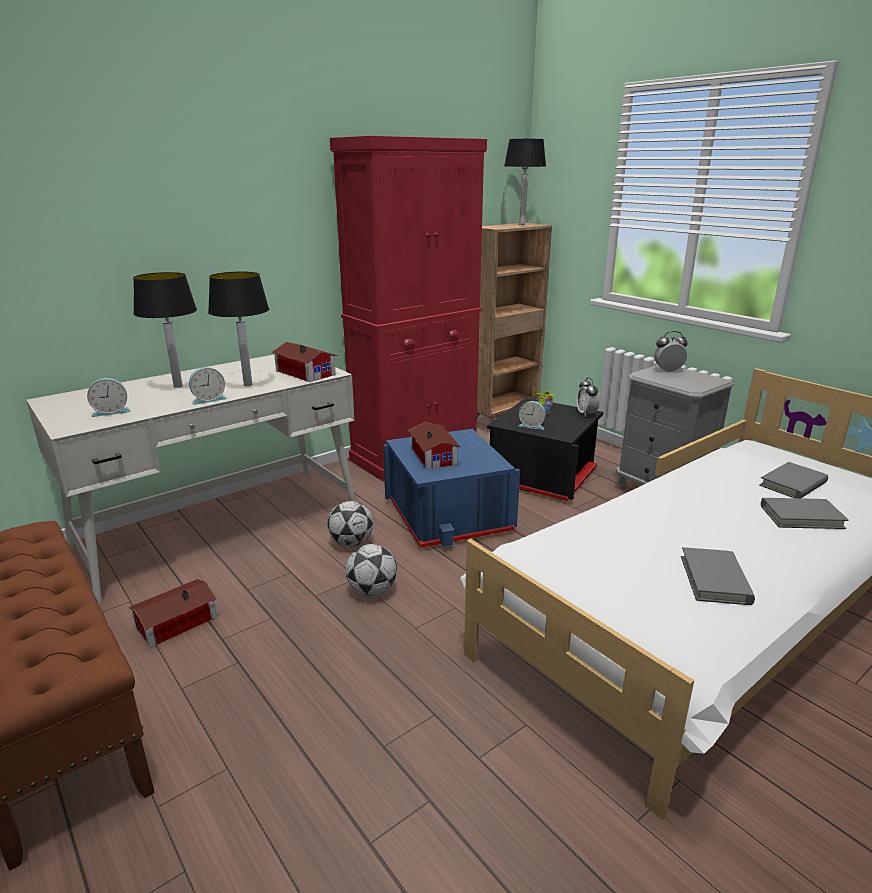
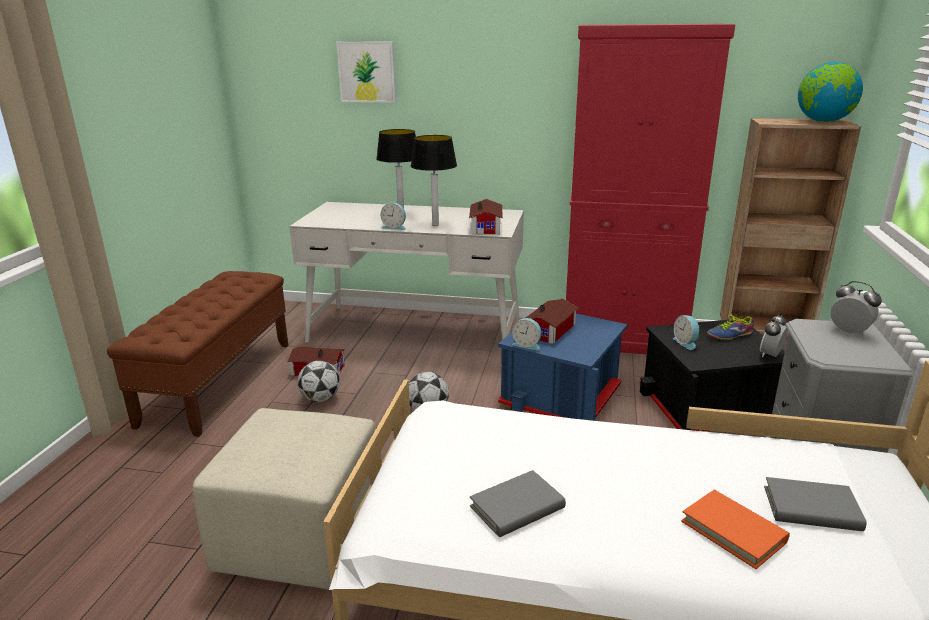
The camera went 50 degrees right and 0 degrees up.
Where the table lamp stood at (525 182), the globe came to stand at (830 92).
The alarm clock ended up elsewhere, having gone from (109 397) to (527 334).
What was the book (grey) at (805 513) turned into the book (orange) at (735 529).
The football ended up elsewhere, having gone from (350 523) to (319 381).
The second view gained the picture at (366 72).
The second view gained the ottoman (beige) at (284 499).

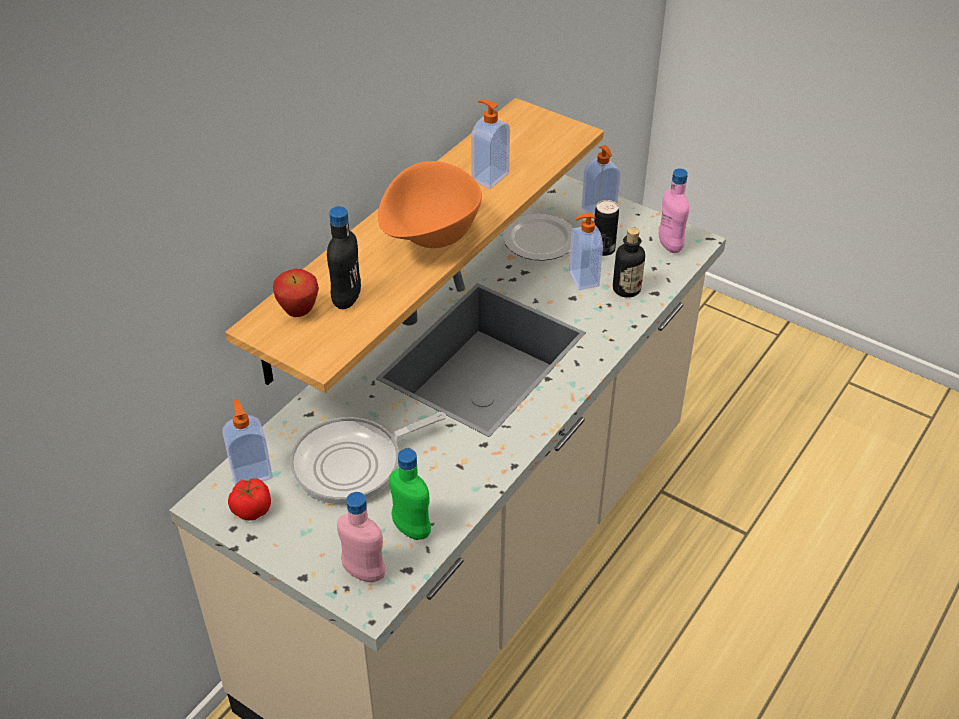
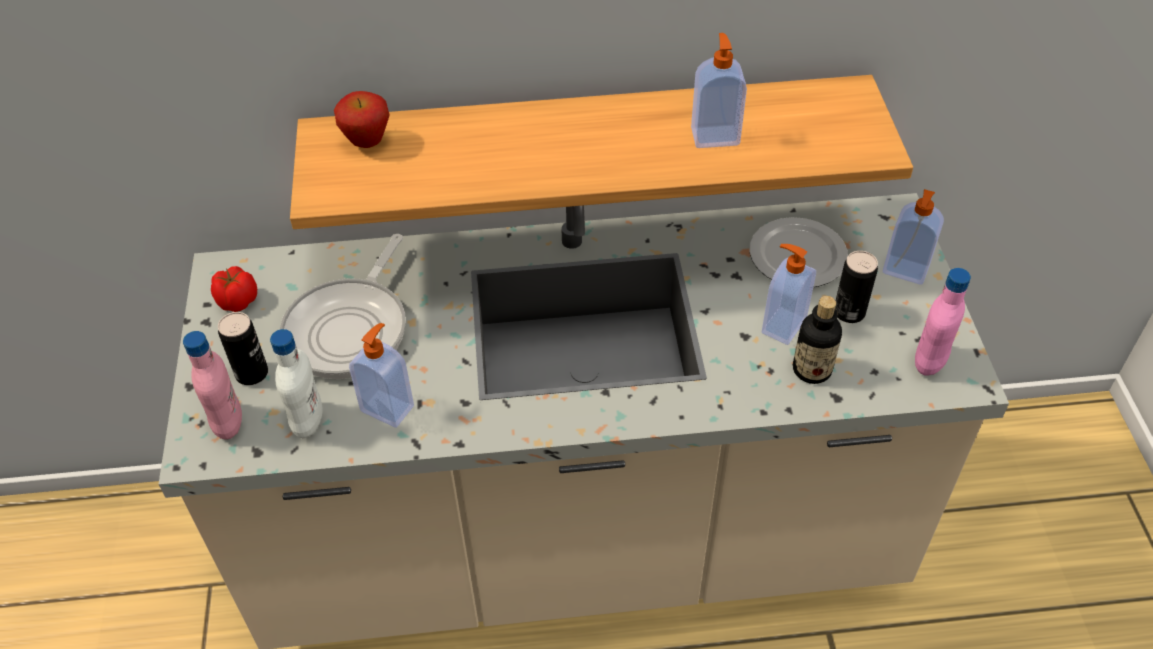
The camera went 50 degrees right and 5 degrees up.
The second view lost the bowl (orange) at (430 204).
The second view lost the bottle (black) at (344 257).
The soap dispenser ended up elsewhere, having gone from (247 442) to (381 375).
The frying pan at (368 458) ended up facing another way, 90 degrees counterclockwise from before.
What was the bottle (green) at (410 494) turned into the bottle (white) at (296 383).
The second view gained the can at (243 348).

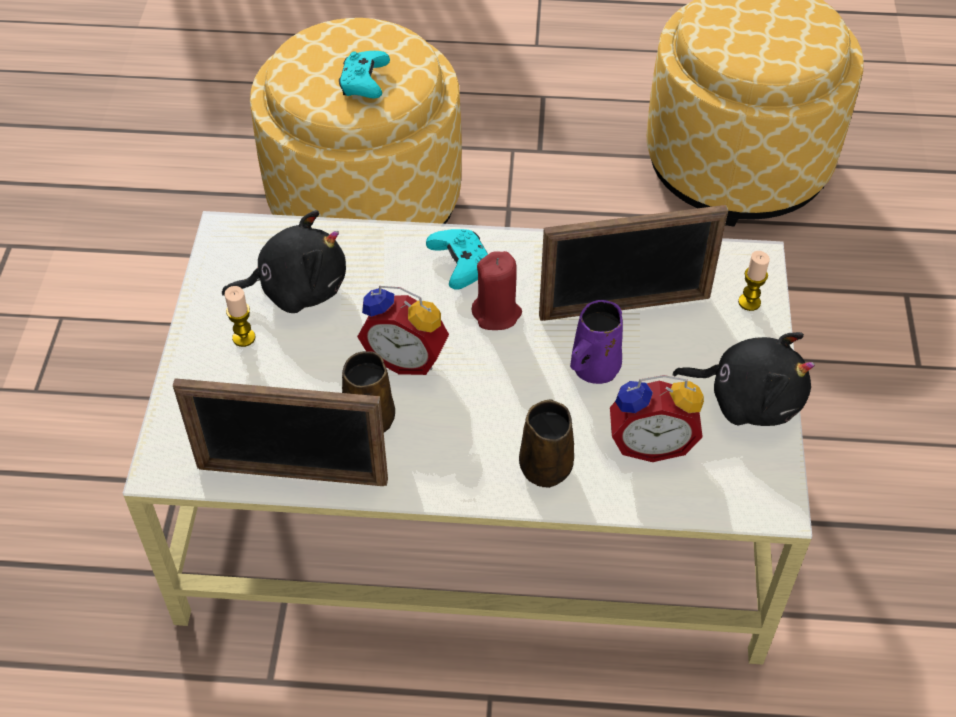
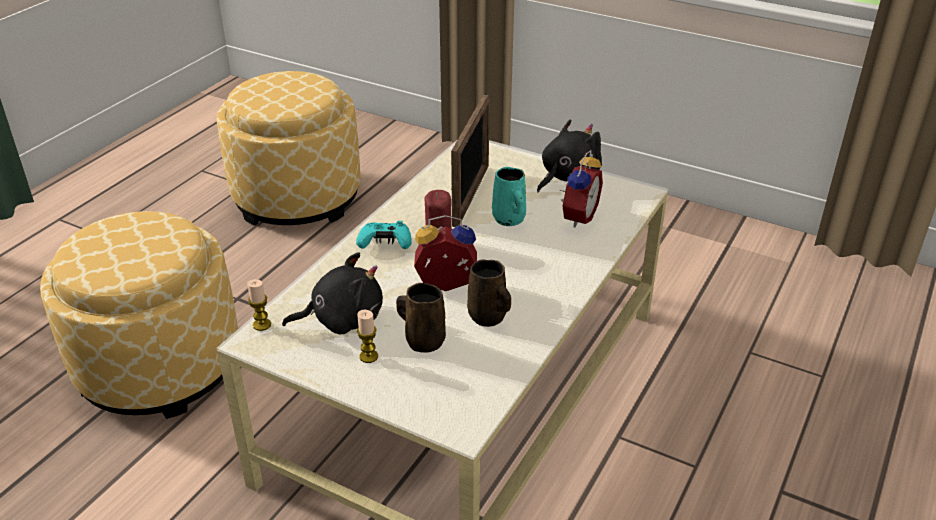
The camera went 65 degrees left and 15 degrees down.
The second view lost the game controller (turquoise) at (364 75).
The plush toy (black) at (284 261) ended up facing another way, 60 degrees clockwise from before.
The candle ended up elsewhere, having gone from (754 281) to (259 305).
The alarm clock at (403 330) ended up facing another way, 135 degrees counterclockwise from before.
What was the mug (purple) at (596 342) turned into the mug (turquoise) at (509 196).
The second view lost the picture frame at (280 432).
The mug (brown) ended up elsewhere, having gone from (546 444) to (421 318).

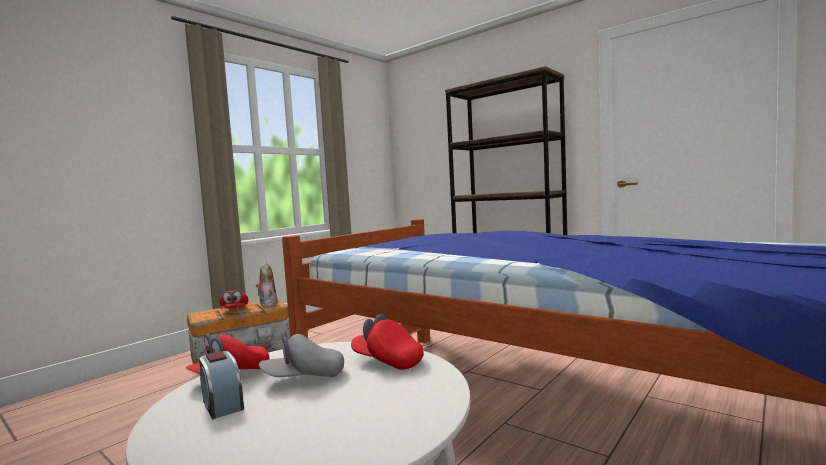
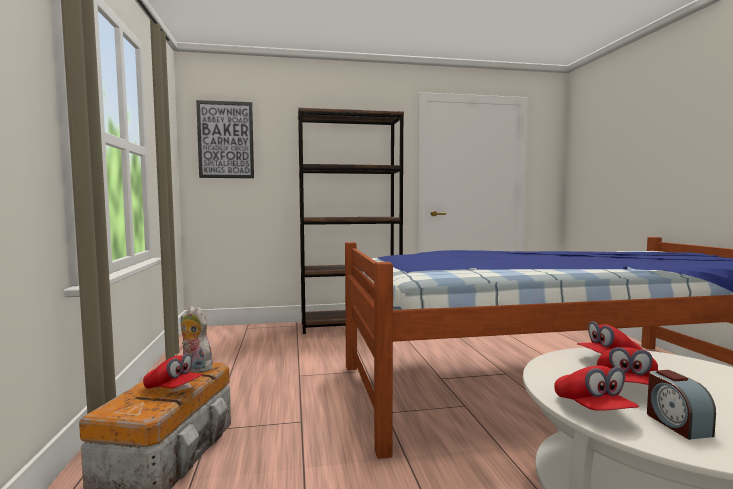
The camera went 50 degrees left and 0 degrees up.
What was the cap (grey) at (301 354) turned into the cap (red) at (627 366).
The alarm clock at (221 385) ended up facing another way, 75 degrees clockwise from before.
The second view gained the picture at (225 139).

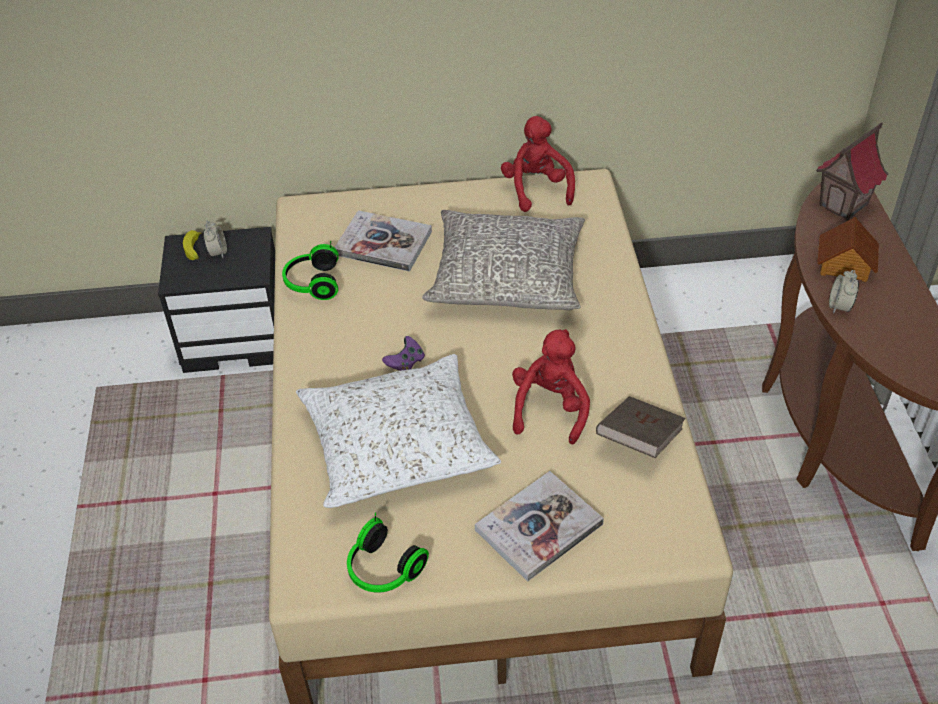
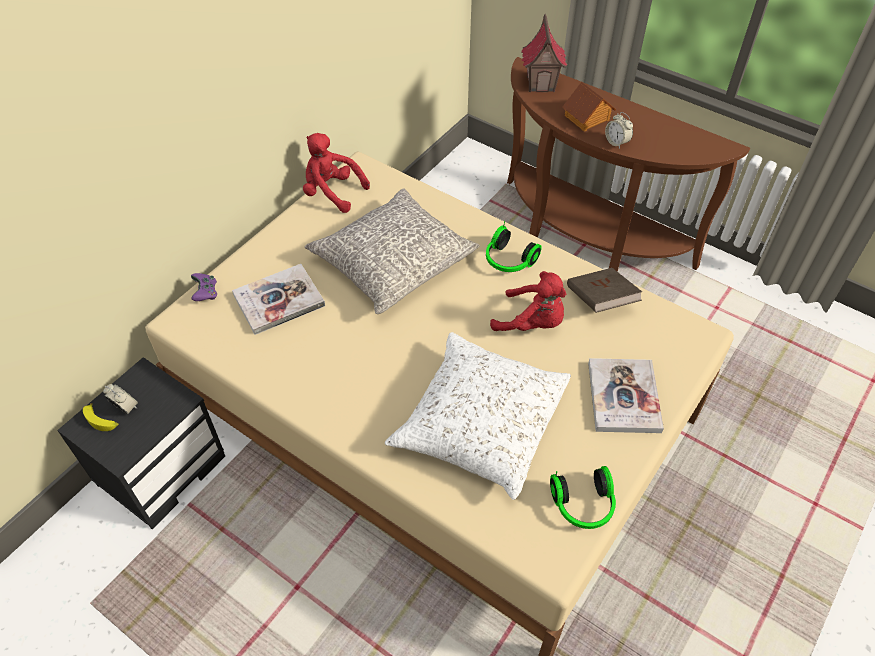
The camera went 50 degrees left and 5 degrees up.
The headphones ended up elsewhere, having gone from (310 270) to (514 246).
The plush toy (red) at (551 387) ended up facing another way, 150 degrees clockwise from before.
The game controller (purple) ended up elsewhere, having gone from (403 353) to (204 287).

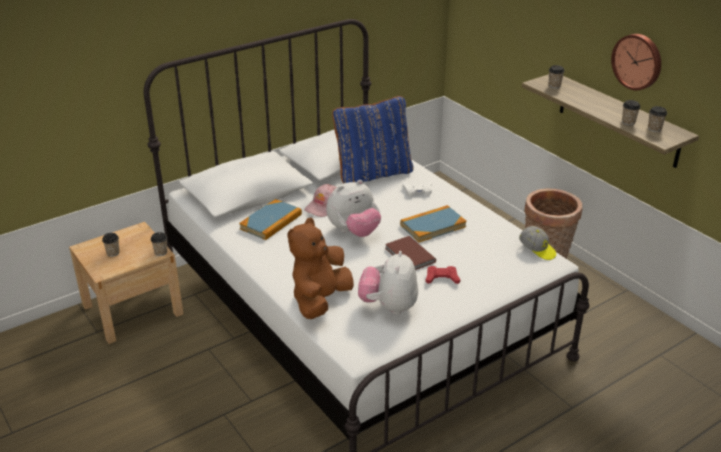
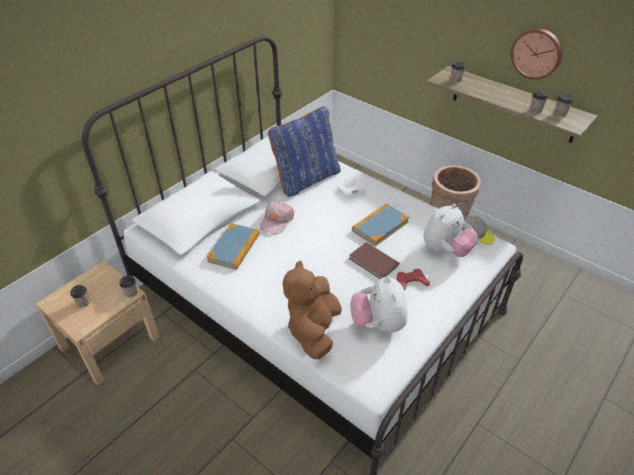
The camera went 15 degrees left and 10 degrees up.
The plush toy ended up elsewhere, having gone from (353 208) to (450 230).

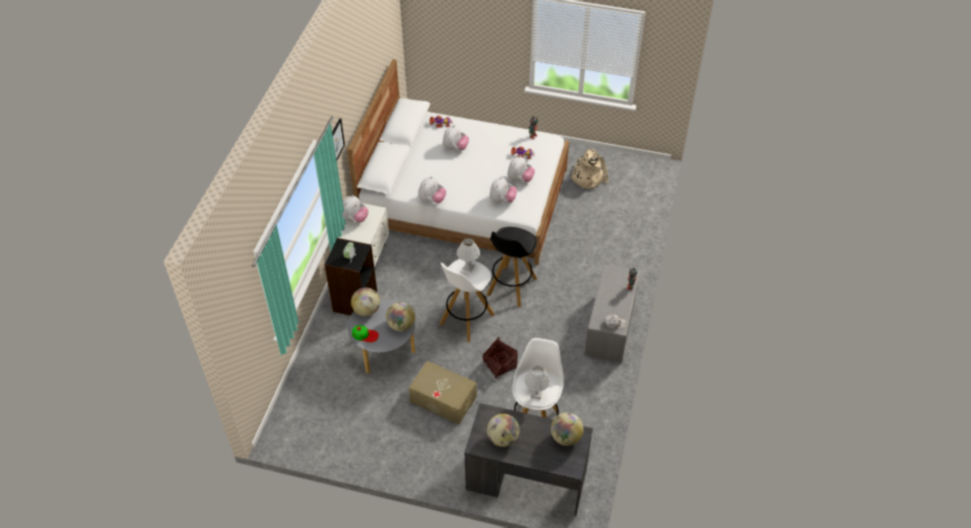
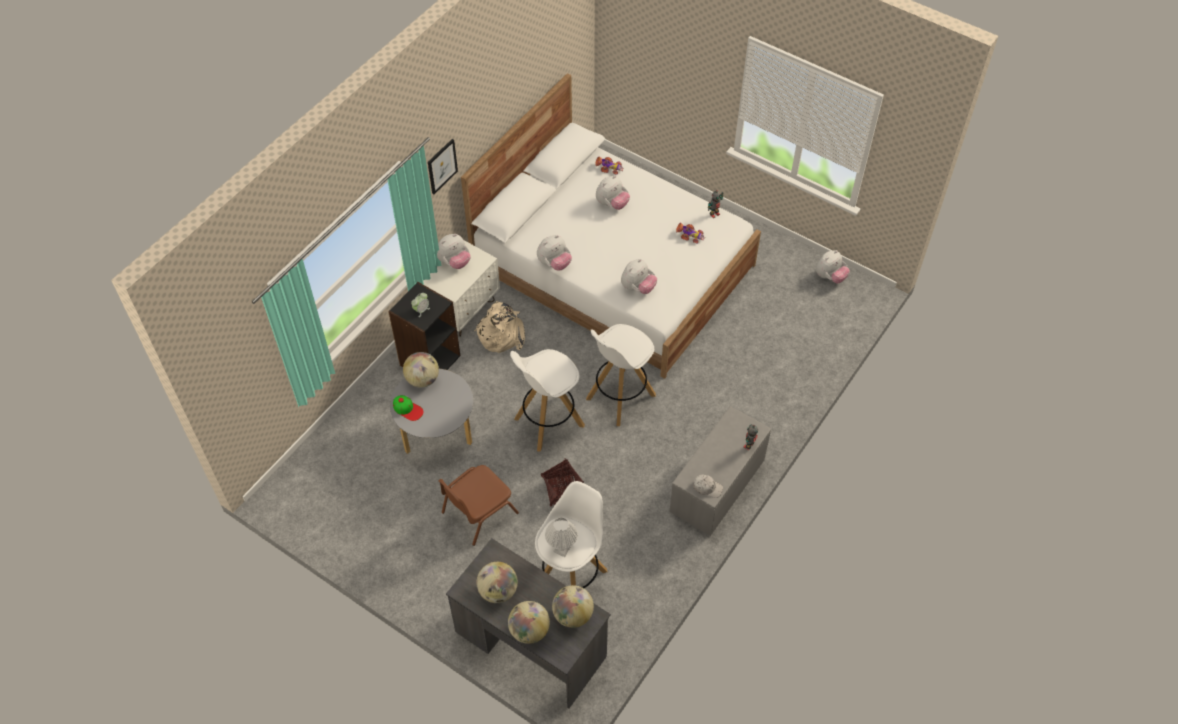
The camera went 20 degrees right and 5 degrees up.
The backpack (beige) ended up elsewhere, having gone from (589 169) to (499 327).
The plush toy ended up elsewhere, having gone from (521 169) to (833 266).
What was the stool (black) at (512 267) turned into the stool (white) at (621 375).
The second view lost the table lamp (white) at (468 255).
The globe ended up elsewhere, having gone from (400 316) to (529 622).
Where the storage box (beige) stood at (443 392), the chair (brown) came to stand at (478 505).

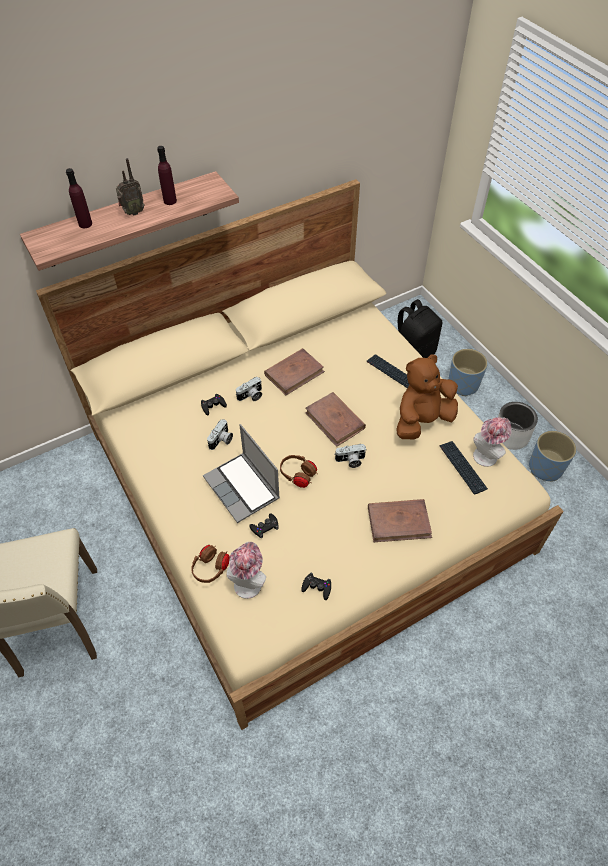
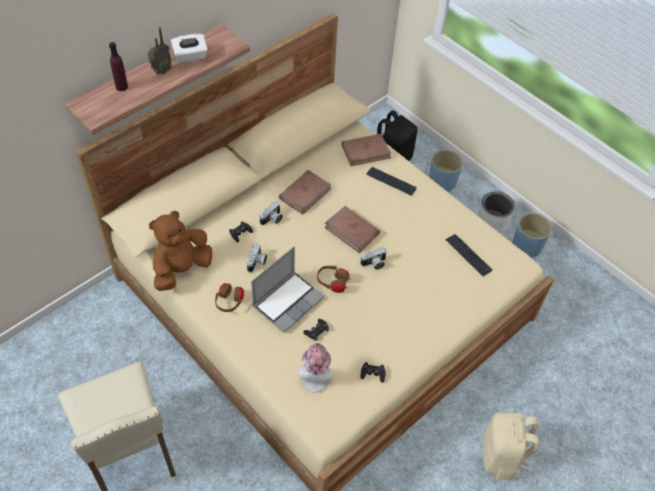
The camera went 15 degrees left and 0 degrees up.
Where the bottle (purple) stood at (167 175), the tissue box (white) came to stand at (189 48).
The plush toy (brown) ended up elsewhere, having gone from (427 396) to (180 251).
The second view lost the hat at (492 442).
The laptop at (241 473) ended up facing another way, 90 degrees counterclockwise from before.
The book (brown) ended up elsewhere, having gone from (400 520) to (366 150).
The headphones (brown) ended up elsewhere, having gone from (210 564) to (229 297).
The second view gained the backpack (beige) at (510 446).

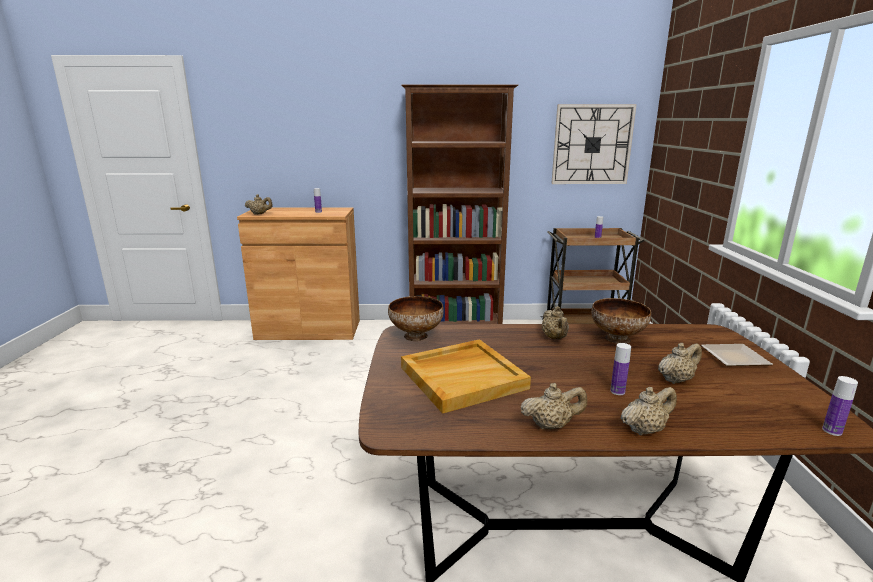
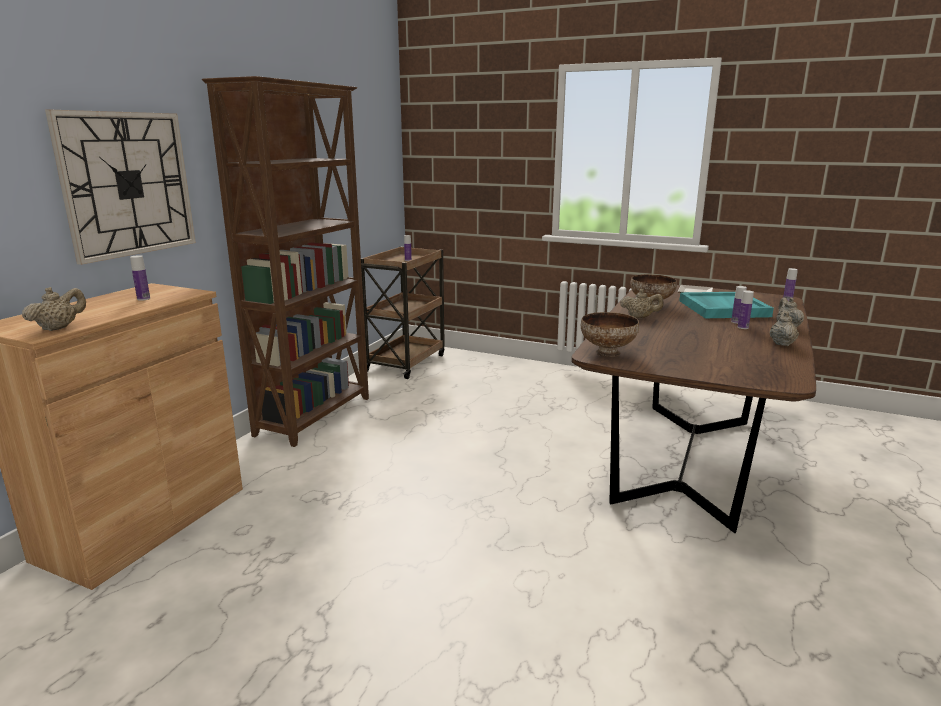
The camera went 65 degrees left and 0 degrees up.
The wall clock ended up elsewhere, having gone from (594 144) to (120 187).
The second view lost the tray (beige) at (466 376).
Where the teapot (beige) stood at (680 363), the tray (turquoise) came to stand at (726 305).
The second view gained the bottle at (746 309).

